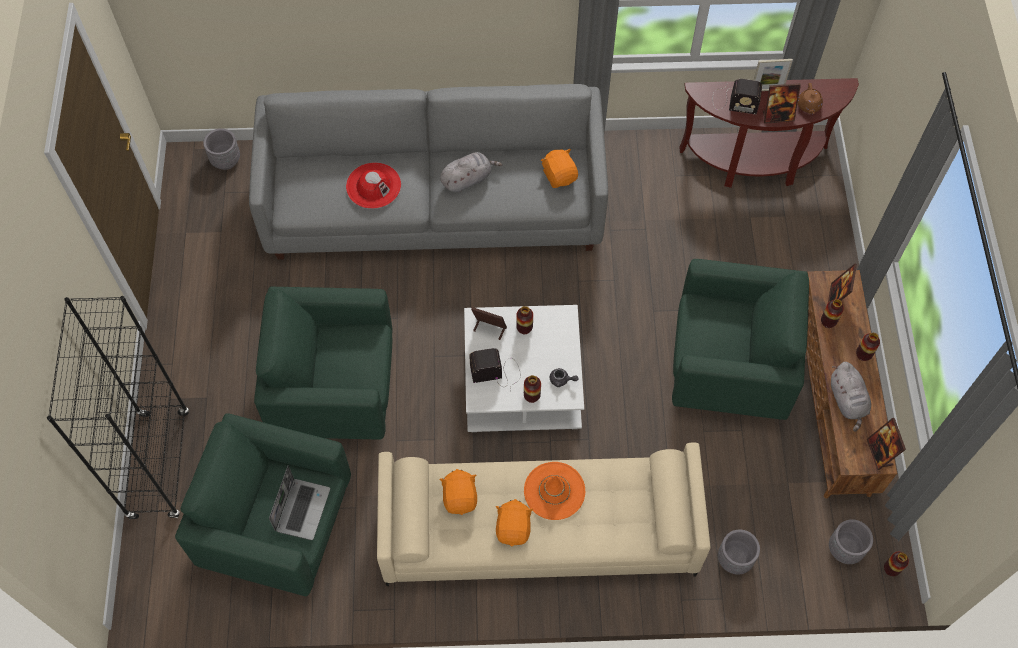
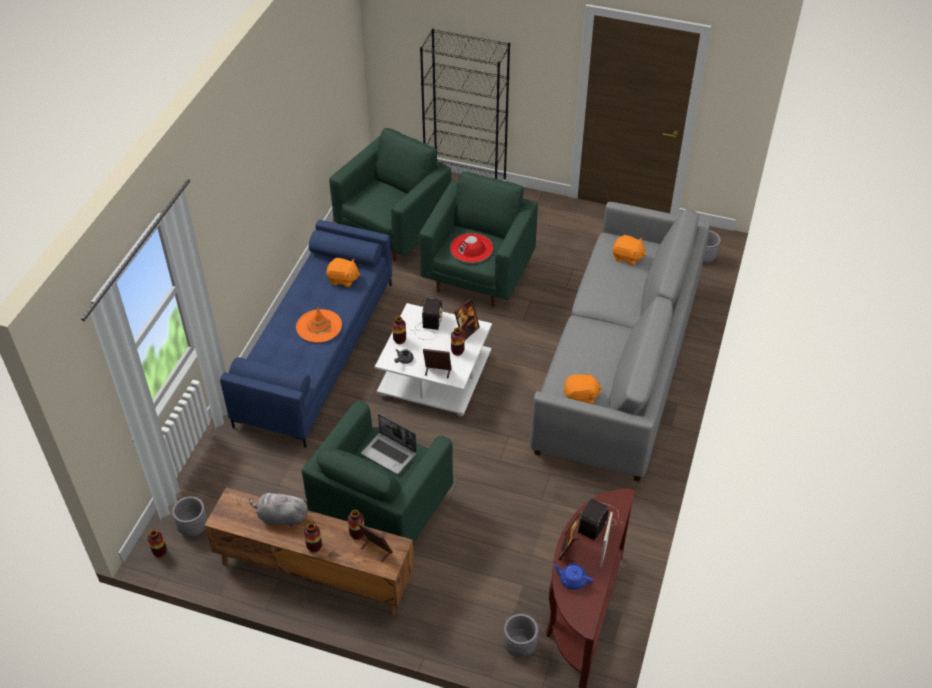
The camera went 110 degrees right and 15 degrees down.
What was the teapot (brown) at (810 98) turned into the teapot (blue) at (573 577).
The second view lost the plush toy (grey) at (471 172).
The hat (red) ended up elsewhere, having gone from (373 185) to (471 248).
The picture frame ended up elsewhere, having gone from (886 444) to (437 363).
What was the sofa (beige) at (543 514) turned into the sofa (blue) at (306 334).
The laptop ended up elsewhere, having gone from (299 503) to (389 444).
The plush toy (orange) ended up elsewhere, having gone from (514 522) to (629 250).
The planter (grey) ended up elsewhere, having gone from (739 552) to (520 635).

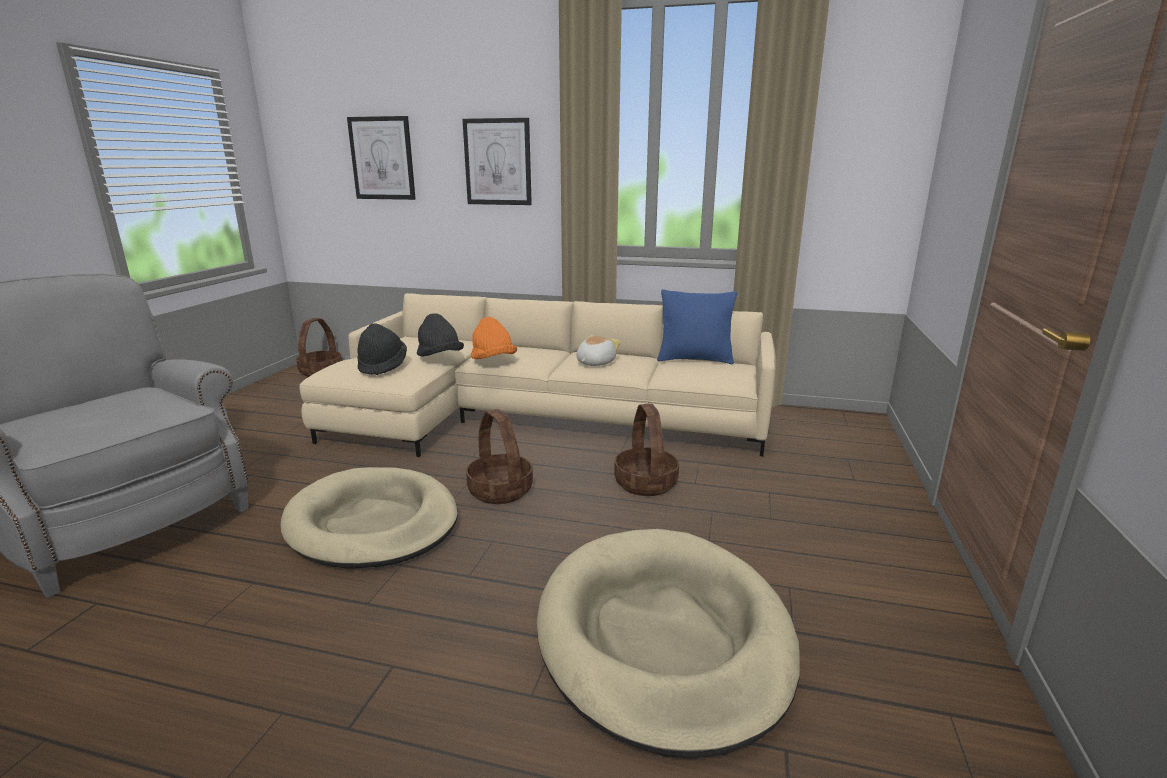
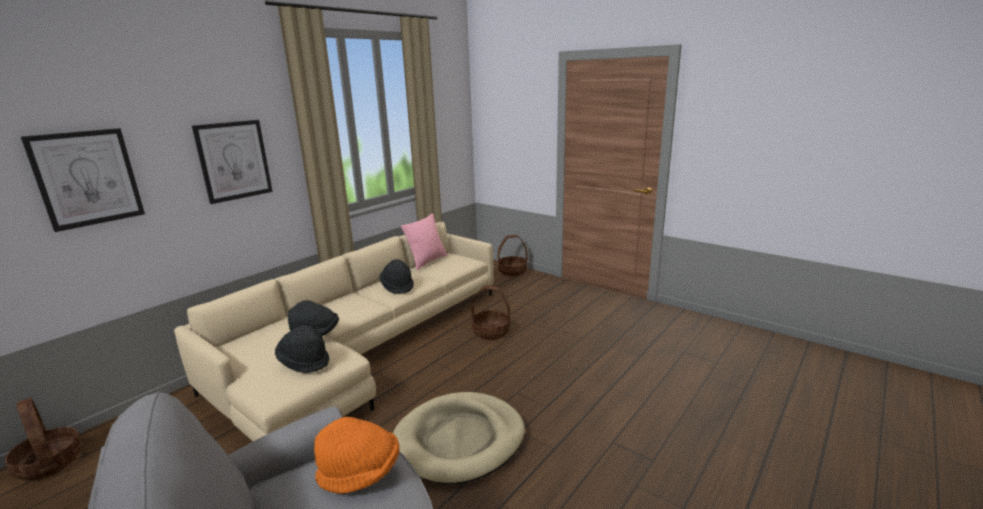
The camera went 65 degrees left and 0 degrees up.
What was the pillow (blue) at (697 326) turned into the pillow (pink) at (424 242).
The hat (orange) ended up elsewhere, having gone from (494 338) to (356 455).
Where the plush toy stood at (598 350), the hat (black) came to stand at (396 276).
The basket ended up elsewhere, having gone from (499 456) to (512 255).
The second view lost the dog bed (beige) at (668 644).

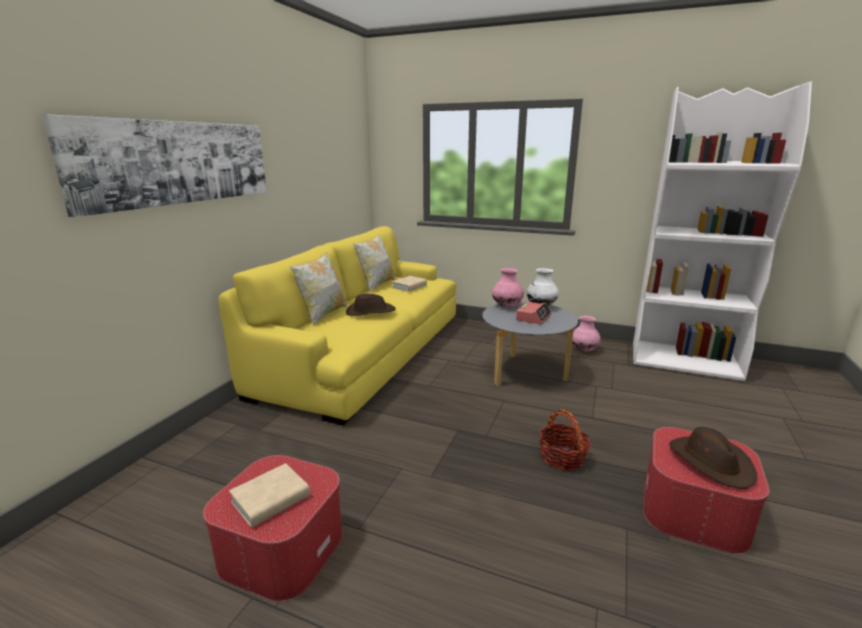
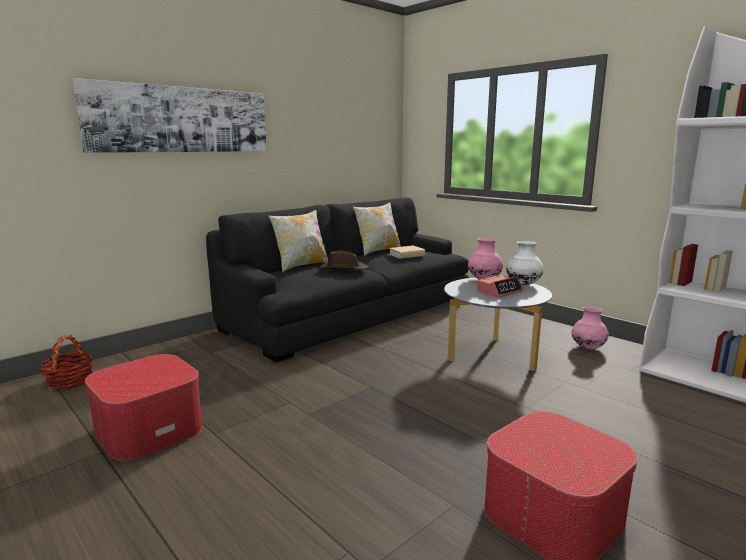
The camera went 25 degrees right and 5 degrees down.
What was the sofa (yellow) at (337 326) turned into the sofa (black) at (337 279).
The basket ended up elsewhere, having gone from (565 440) to (66 362).
The second view lost the hat (brown) at (713 458).
The second view lost the book (beige) at (269 495).

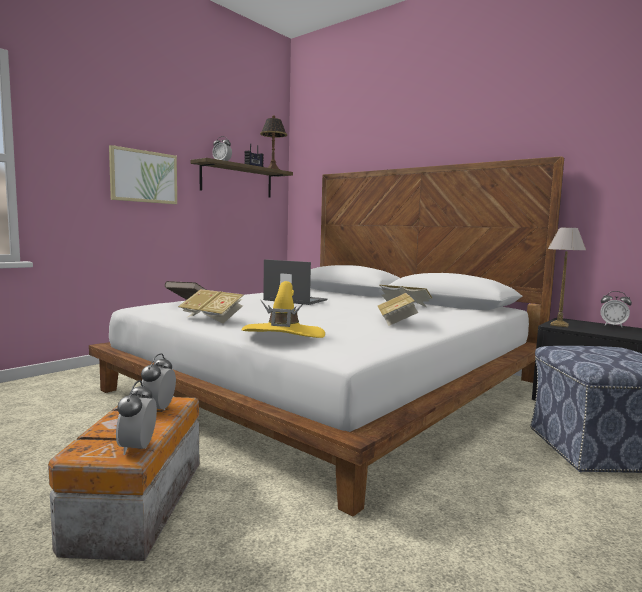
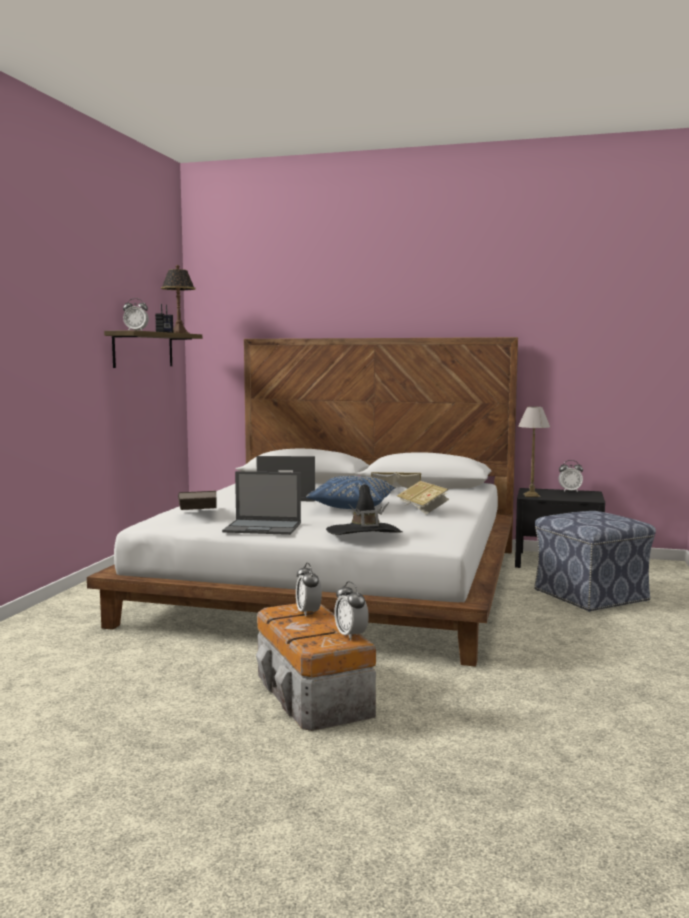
The camera went 25 degrees left and 0 degrees up.
The second view lost the picture at (143 174).
What was the hat (yellow) at (283 309) turned into the hat (black) at (364 510).
Where the book stood at (211 306), the laptop came to stand at (261 503).
The second view gained the pillow (blue) at (351 492).

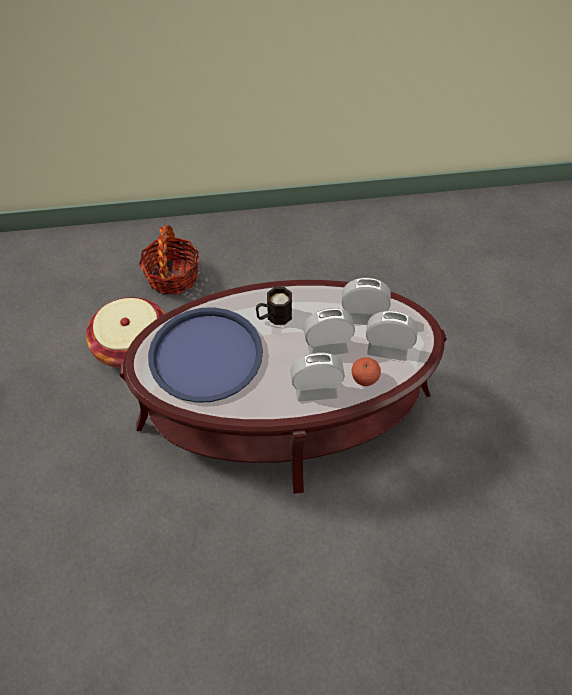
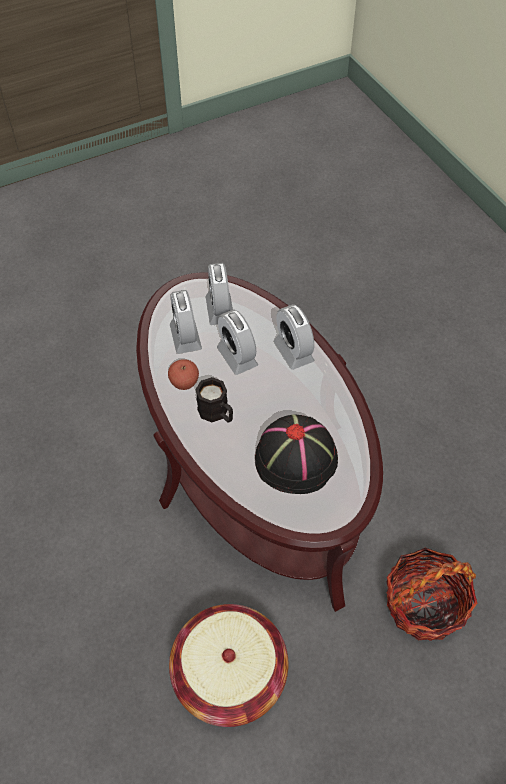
The camera went 110 degrees left and 0 degrees up.
The basket ended up elsewhere, having gone from (169 259) to (431 594).
Where the tray (blue) stood at (205 355), the hat (black) came to stand at (296 454).
The apple ended up elsewhere, having gone from (366 371) to (183 374).

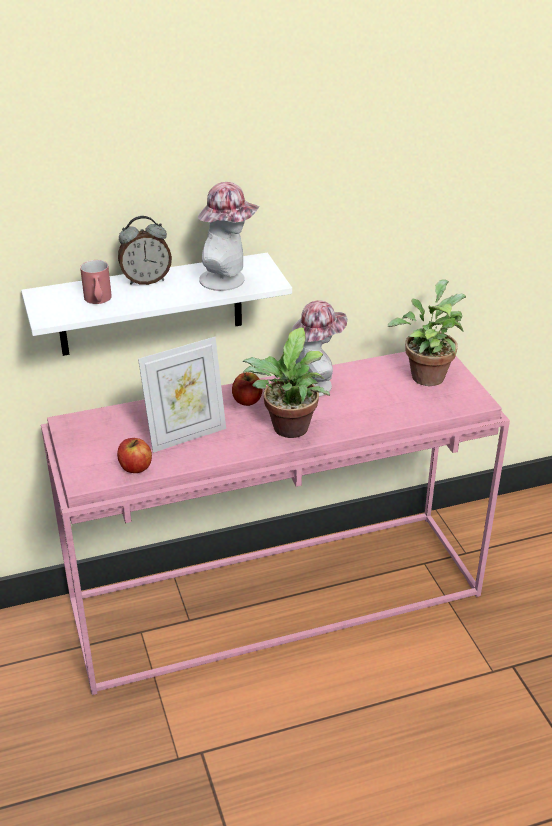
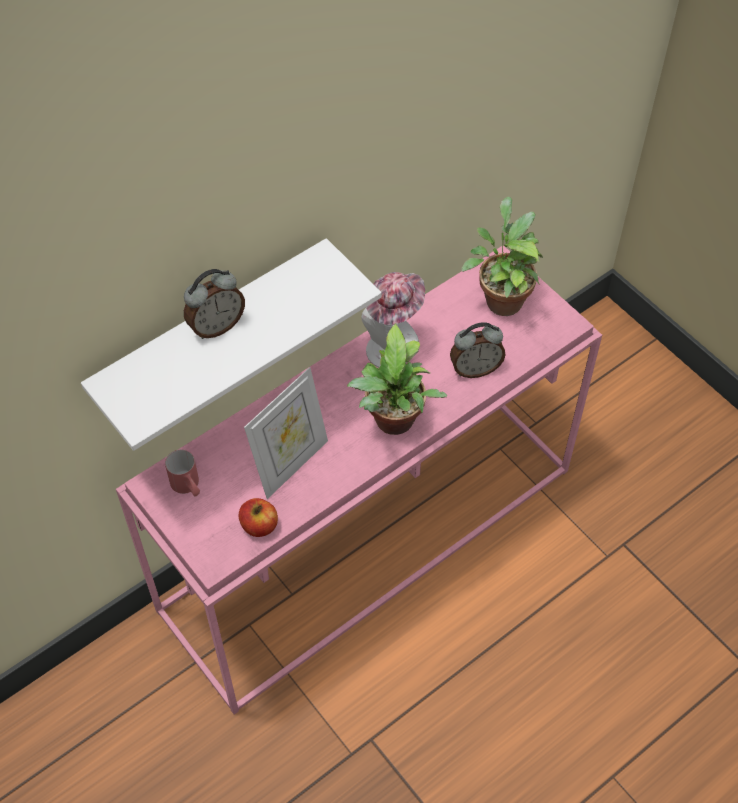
The camera went 20 degrees left and 20 degrees up.
The second view lost the hat at (229 236).
The mug (red) ended up elsewhere, having gone from (96 282) to (182 473).
The second view lost the apple at (247 389).
The second view gained the alarm clock at (478 350).

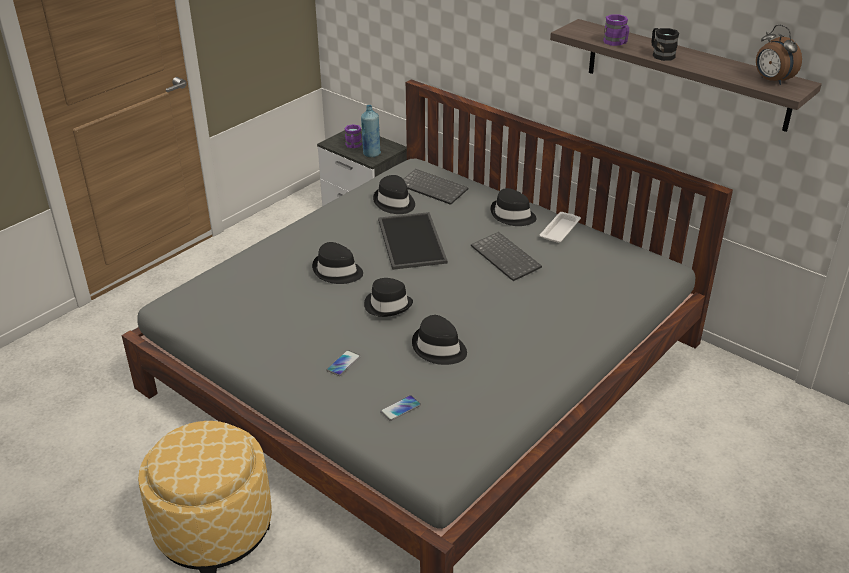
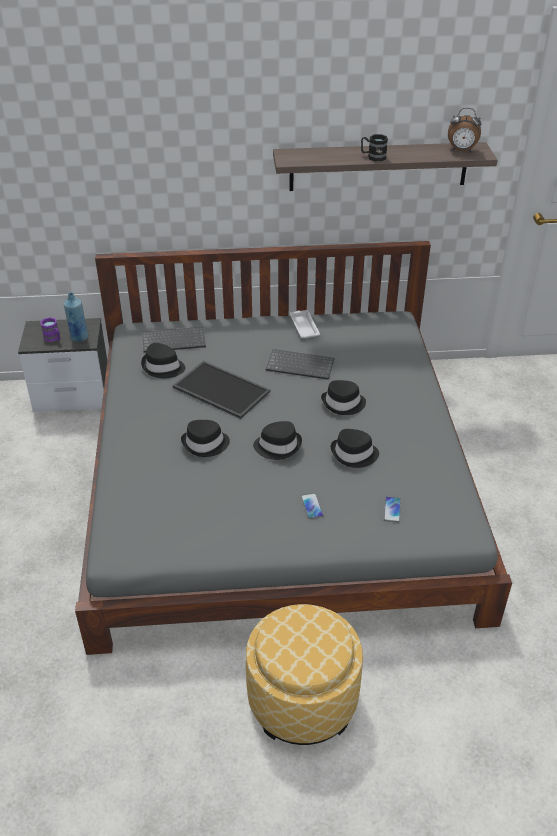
The camera went 45 degrees left and 5 degrees up.
The second view lost the mug (purple) at (616 30).
The hat (black) ended up elsewhere, having gone from (513 207) to (343 397).

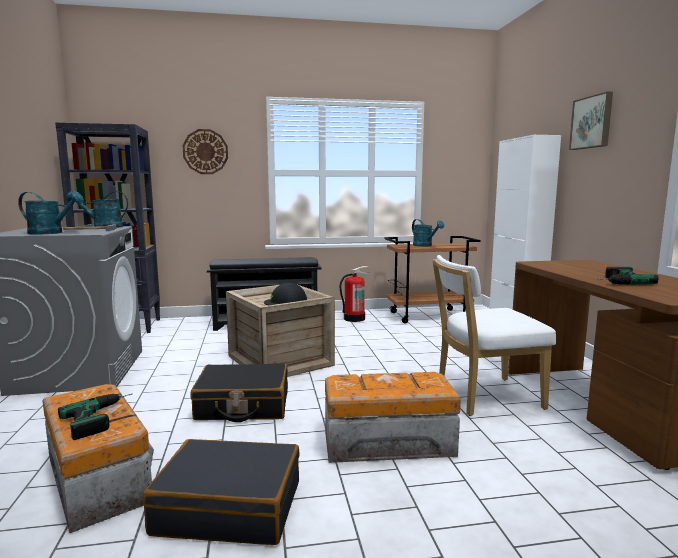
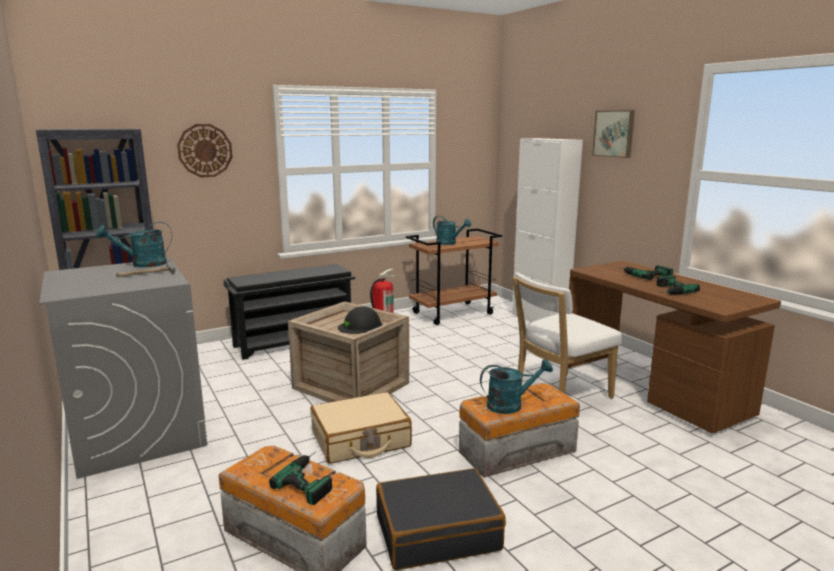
The camera went 20 degrees left and 5 degrees up.
The watering can (turquoise) ended up elsewhere, having gone from (51 212) to (516 386).
What was the suitcase (black) at (239 393) turned into the suitcase (beige) at (361 428).
The second view gained the power drill at (645 272).

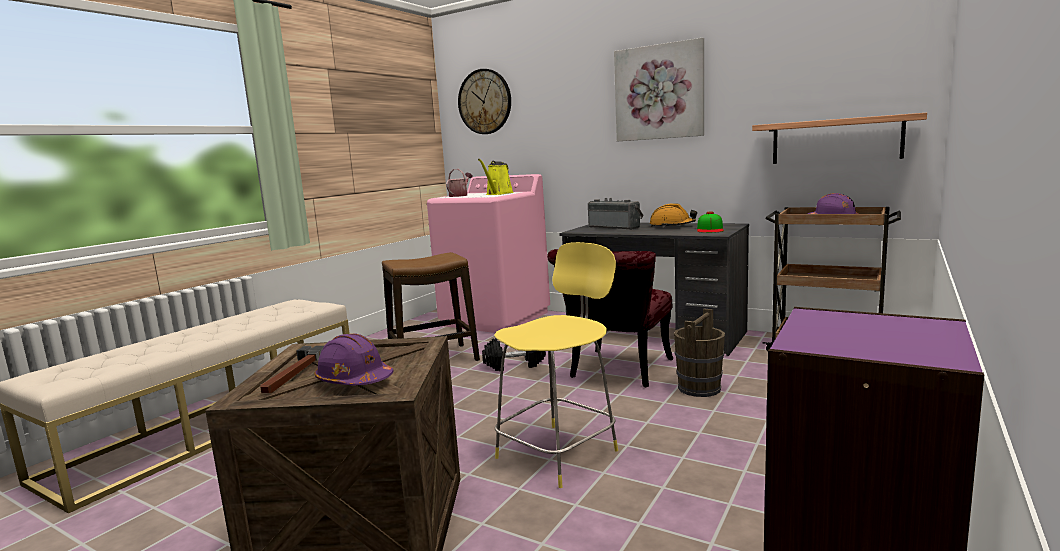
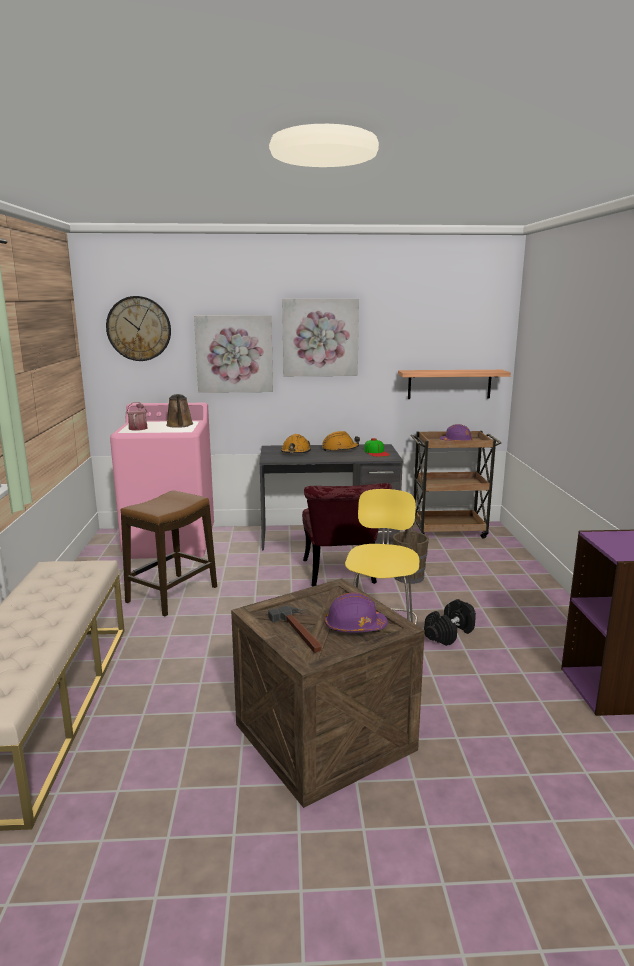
The camera went 35 degrees left and 5 degrees up.
What was the watering can (yellow) at (496 177) turned into the watering can (brown) at (179 411).
Where the radio stood at (616 214), the hard hat (orange) came to stand at (296 443).
The dumbbell (black) ended up elsewhere, having gone from (514 354) to (450 622).
The second view gained the picture at (233 354).

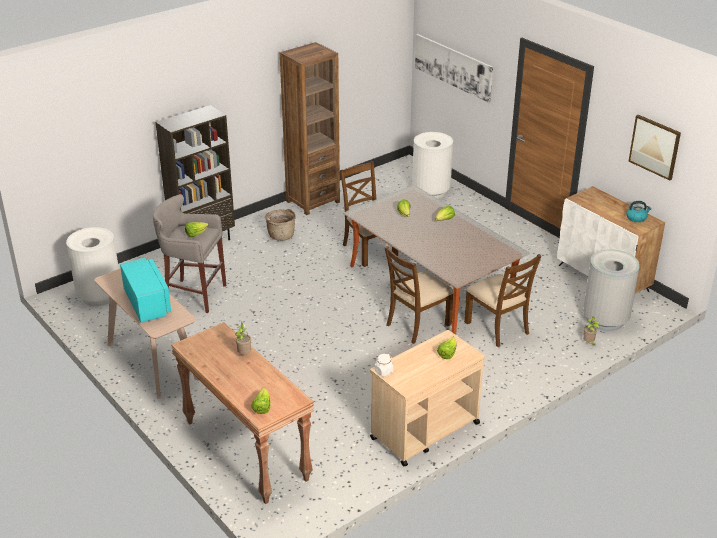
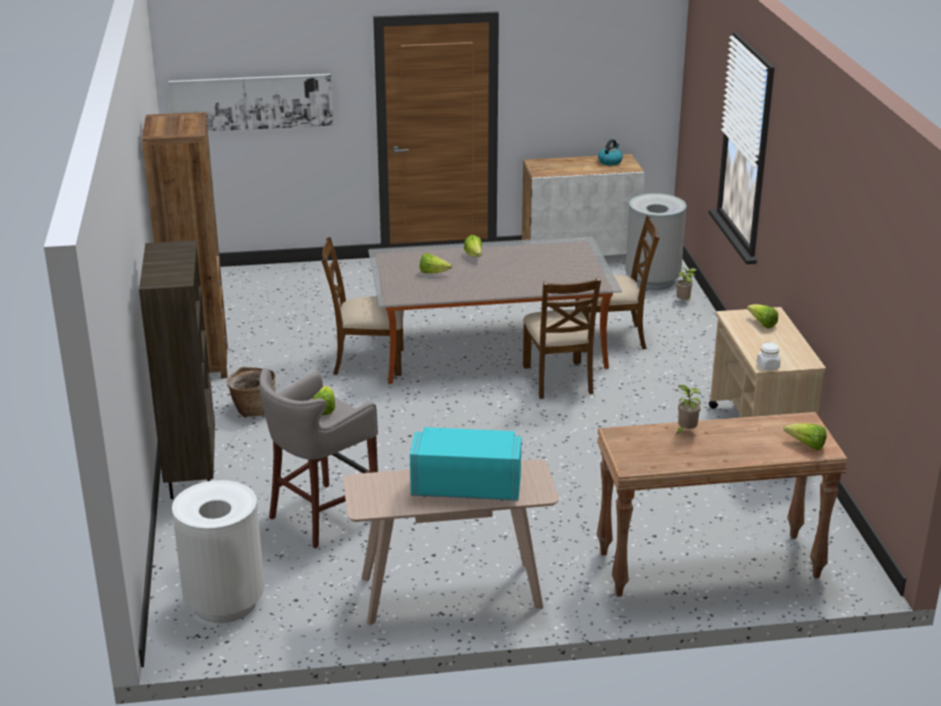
The camera went 60 degrees left and 5 degrees down.
The second view lost the picture at (655 148).
The second view lost the trash can (white) at (432 165).

